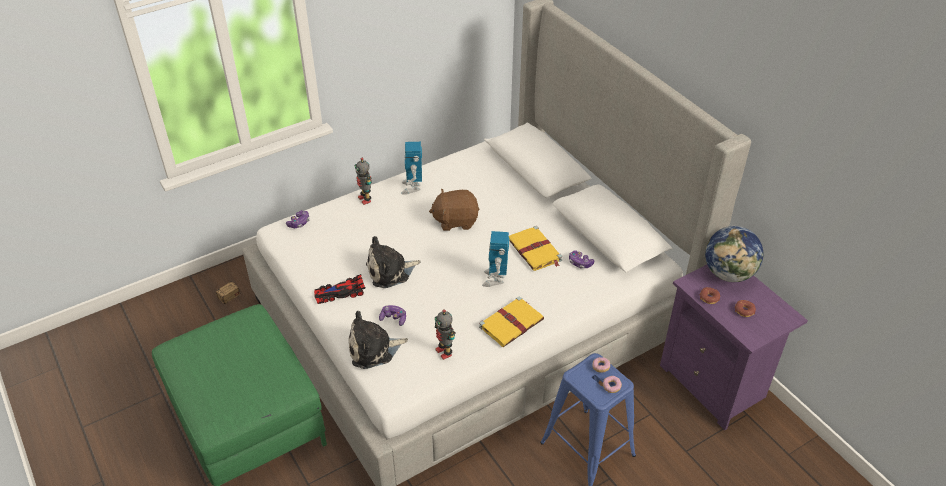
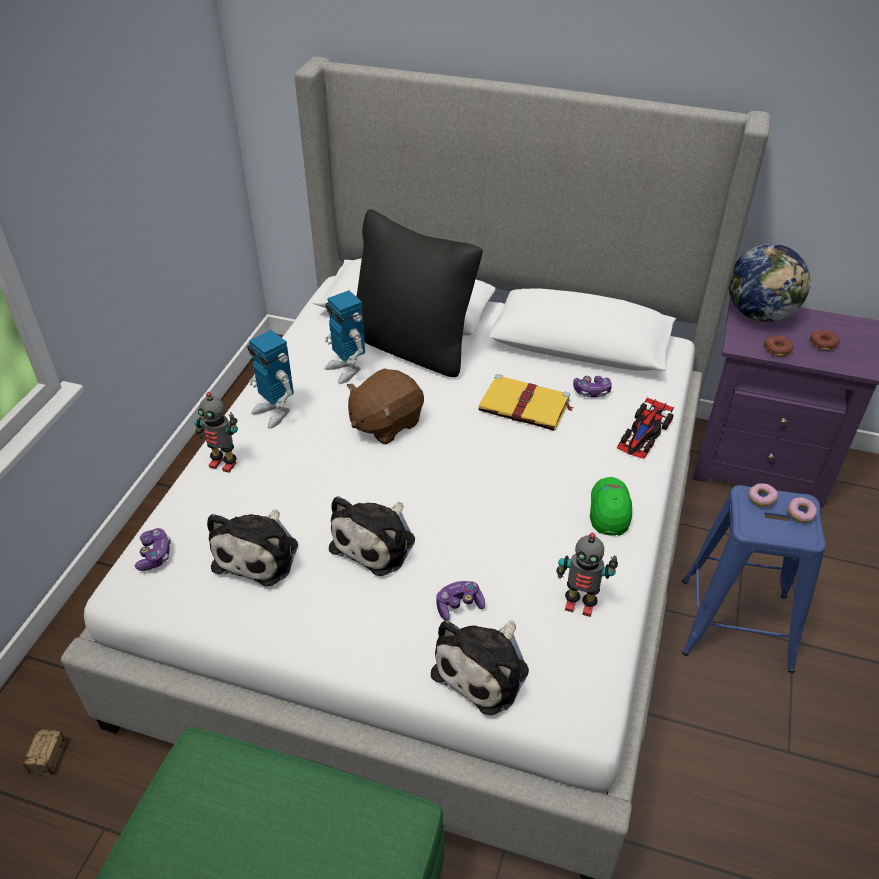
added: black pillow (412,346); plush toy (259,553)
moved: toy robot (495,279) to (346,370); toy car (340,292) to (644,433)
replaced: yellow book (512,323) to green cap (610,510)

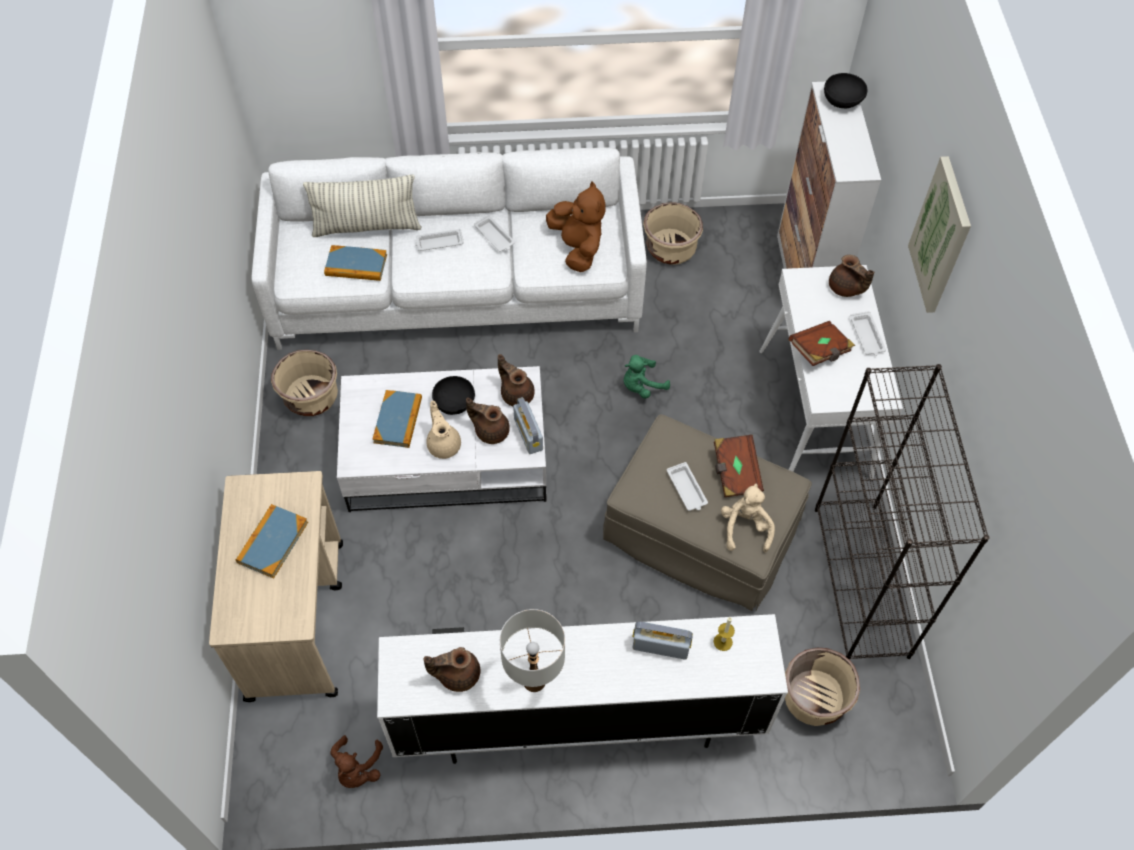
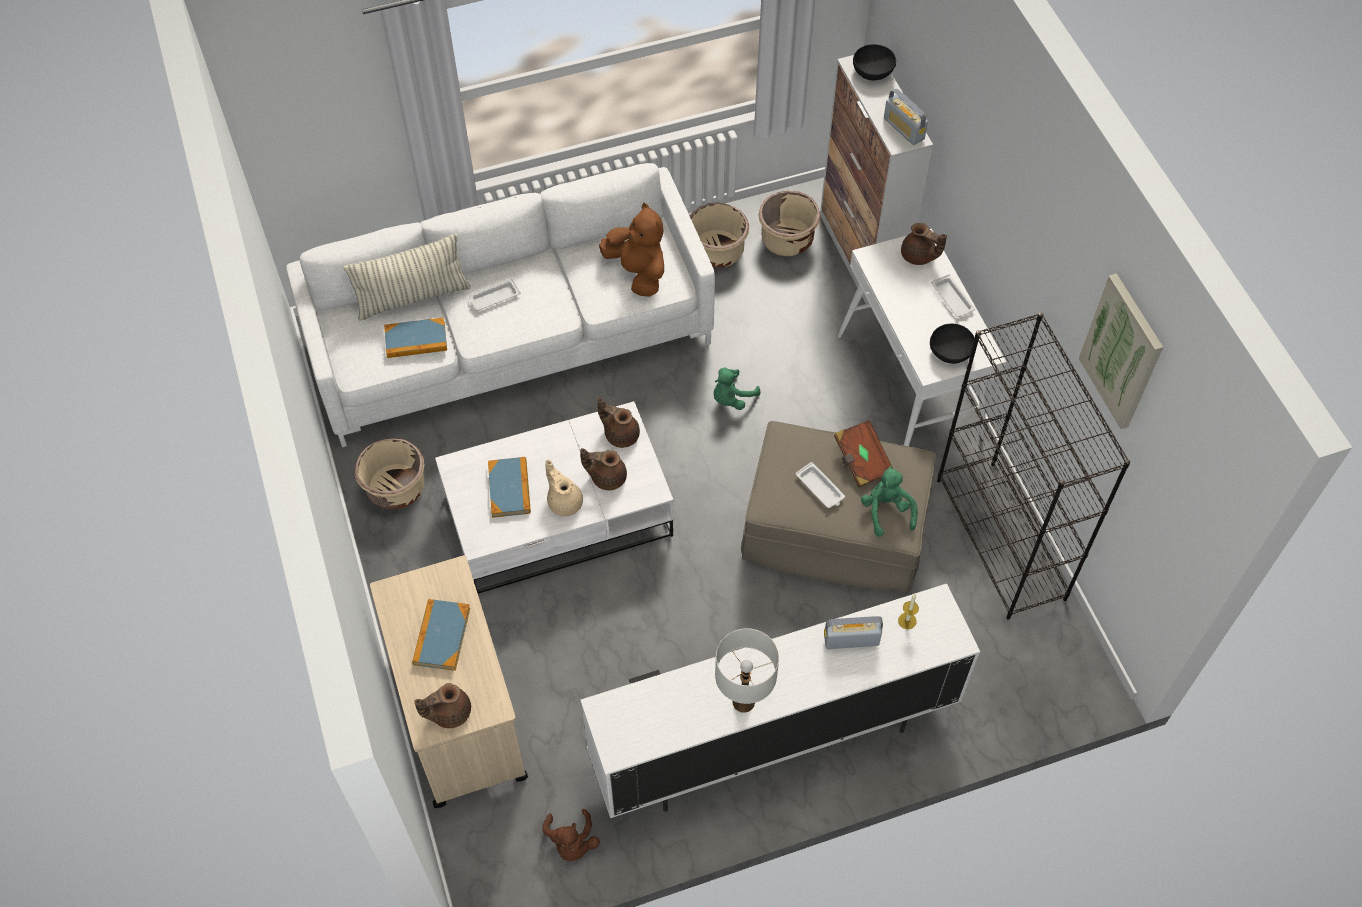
removed: white tray (495,236); brown book (820,351)
moved: picture (941,236) to (1122,351); black bowl (455,403) to (951,352); radio (528,434) to (904,129); brown teapot (457,674) to (448,712); beige planter (814,699) to (787,240)
recoloured: beige plush toy (745,527) to green plush toy (886,511)

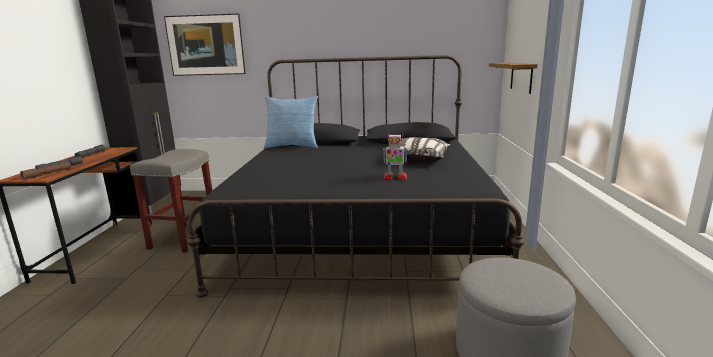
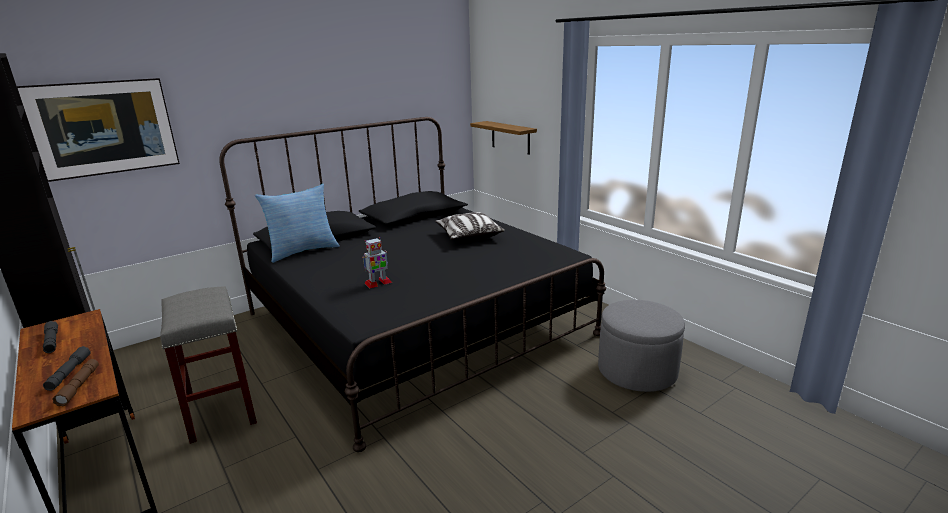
moved: toy robot (395,177) to (378,283)

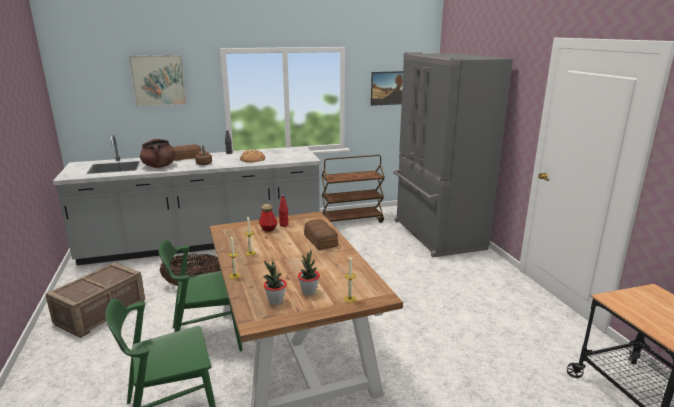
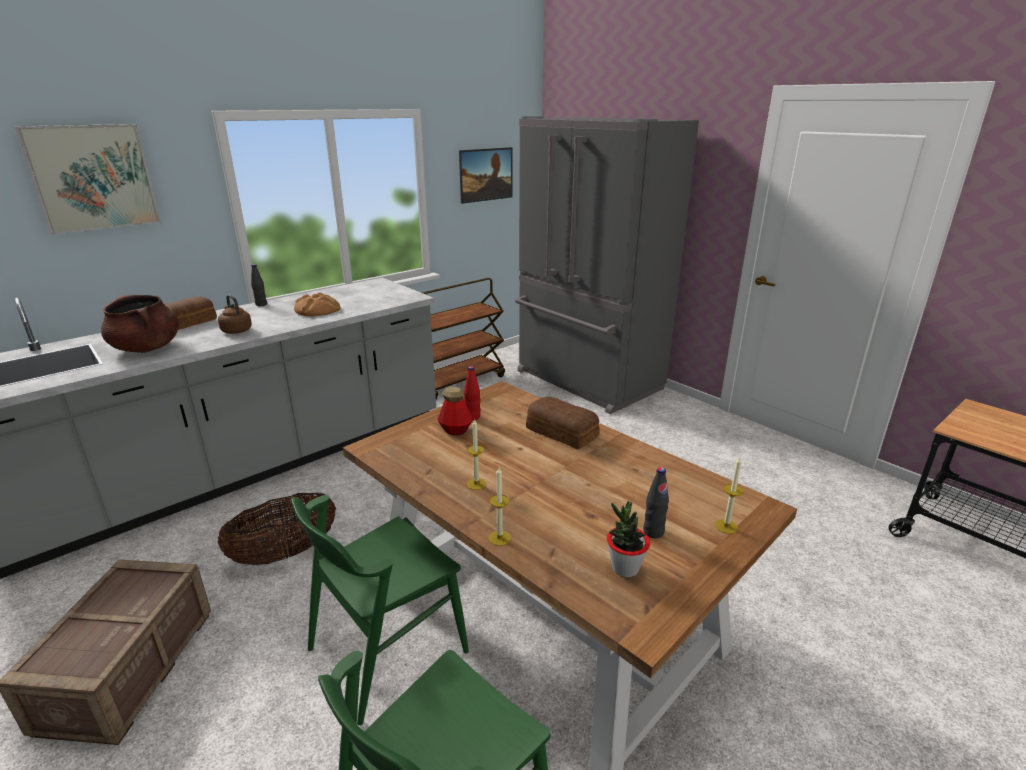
replaced: potted plant (309,291) to black bottle (653,532)

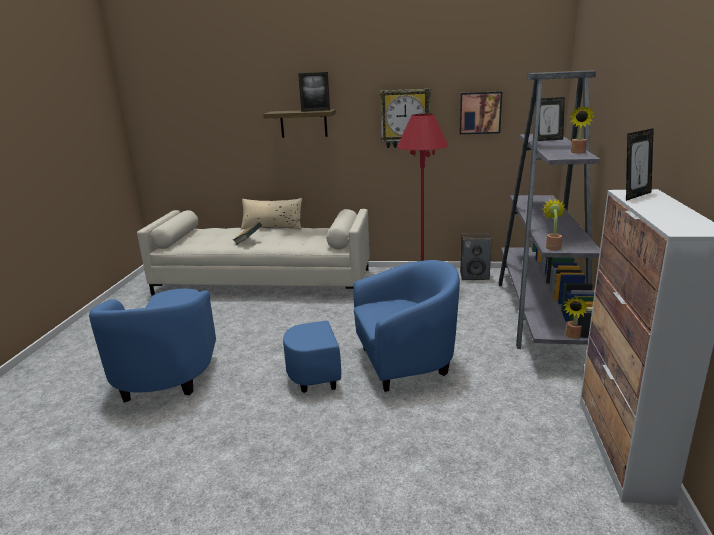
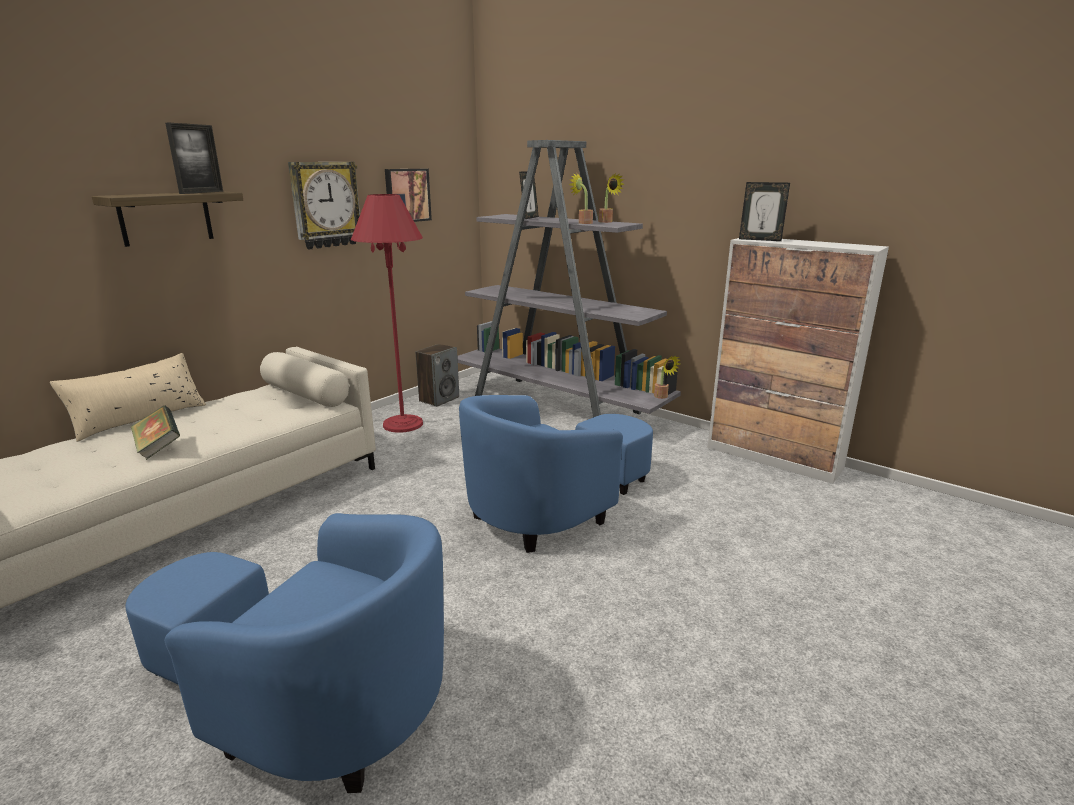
moved: potted plant (552,246) to (582,223)
turned: picture frame (635,195) = (760,239) 120 degrees clockwise; blue armchair (384,367) = (554,507) 150 degrees counterclockwise

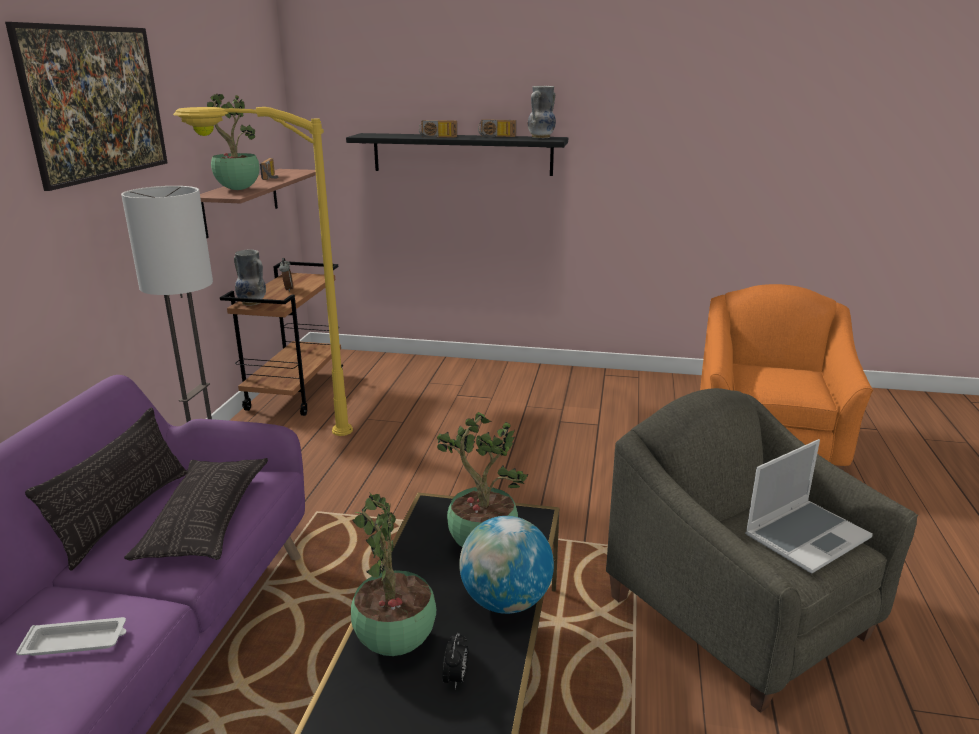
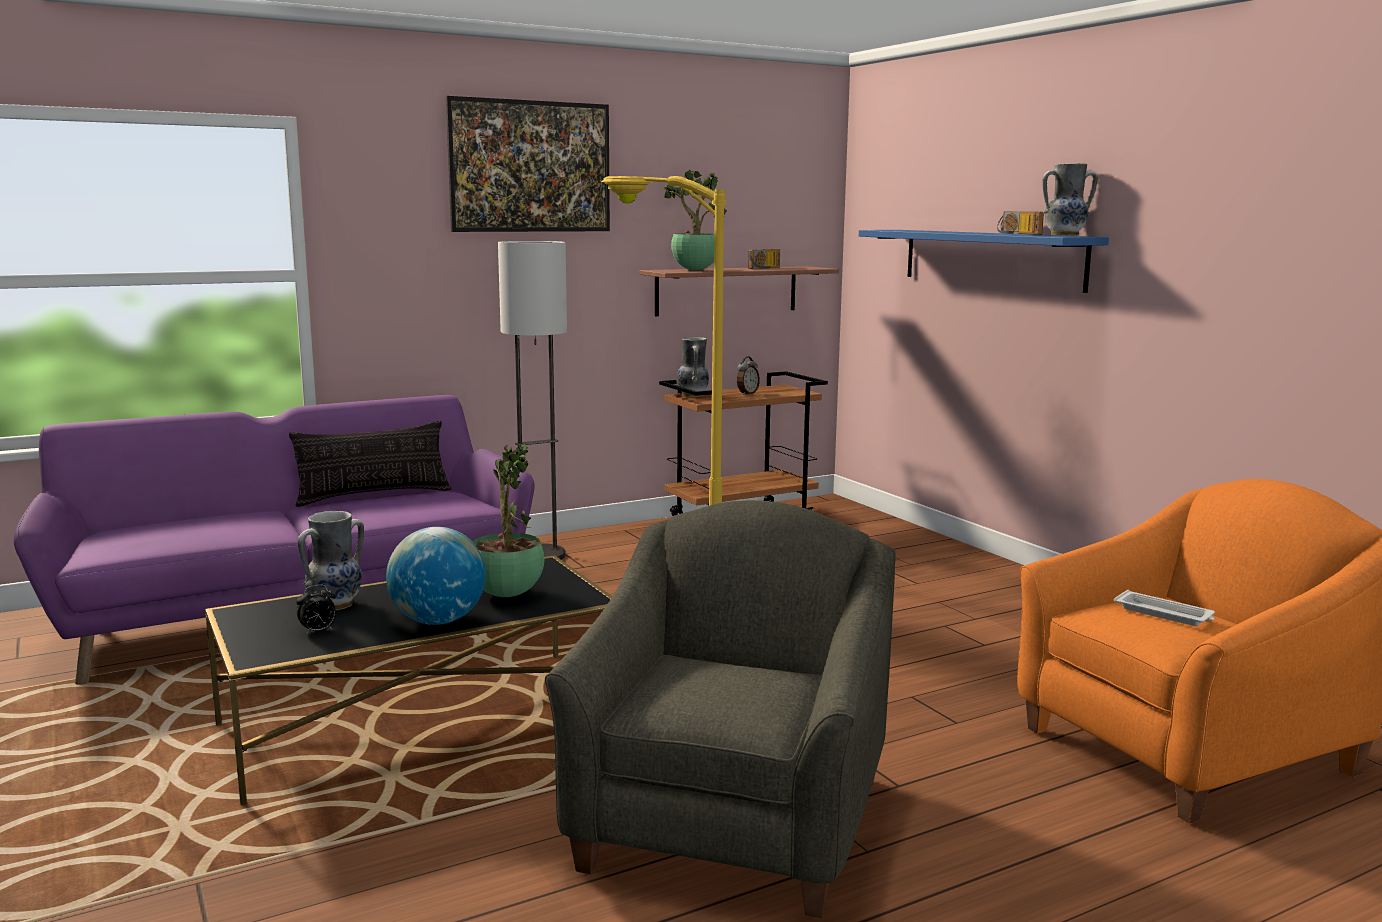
removed: radio (437,137); laptop (806,536); pillow (206,517)
moved: white tray (77,642) to (1164,614)
replaced: potted plant (395,645) to vase (335,605)
recoloured: black shelf (462,154) to blue shelf (991,258)

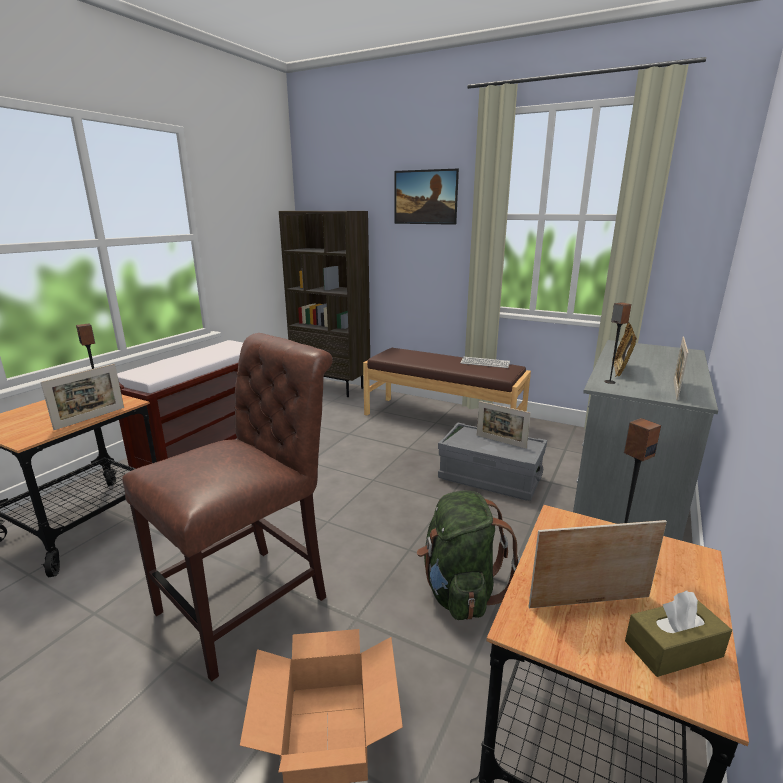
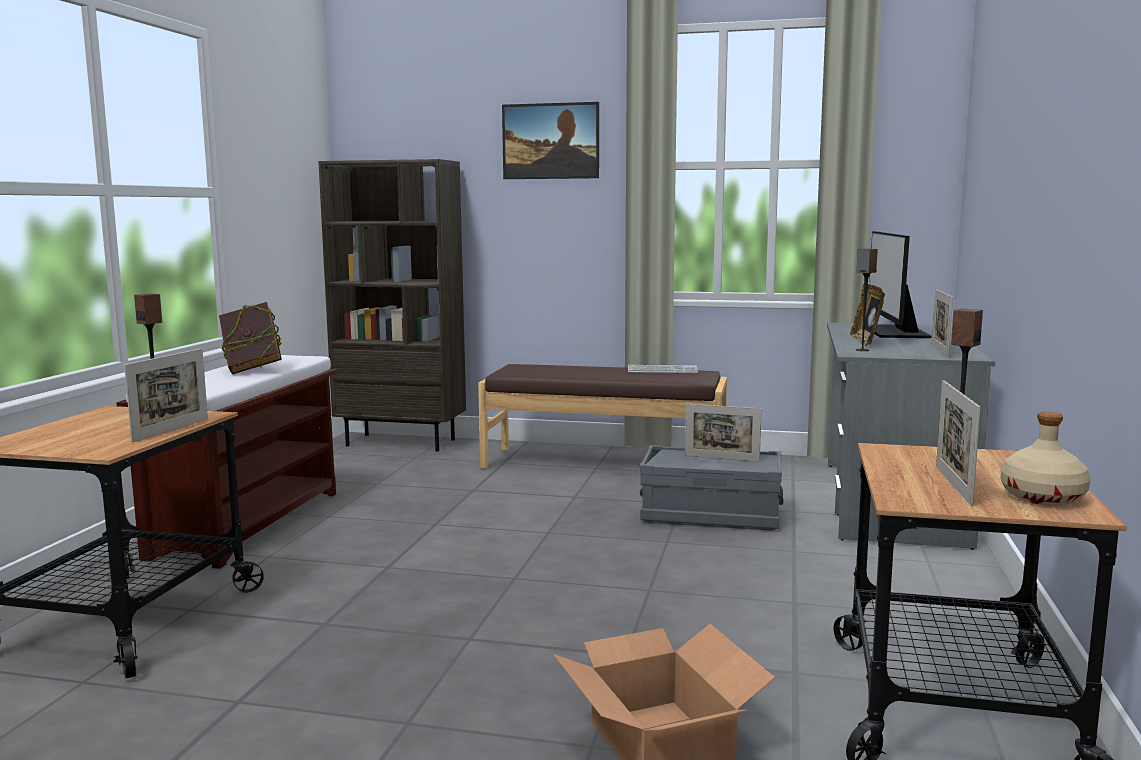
removed: brown chair (251,600); green backpack (460,591)
added: monitor (894,332); book (252,370)
replaced: brown tissue box (673,649) to beige bottle (1043,497)
turned: picture frame (589,602) = (953,485) 60 degrees counterclockwise

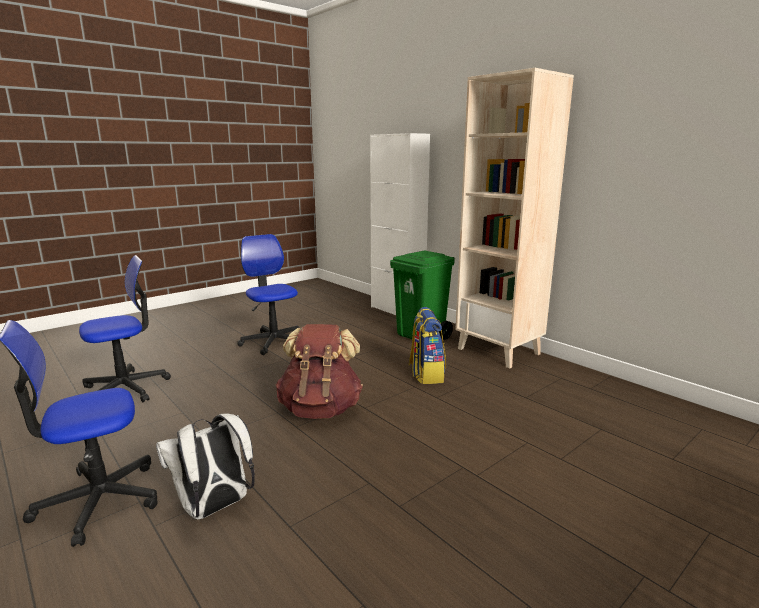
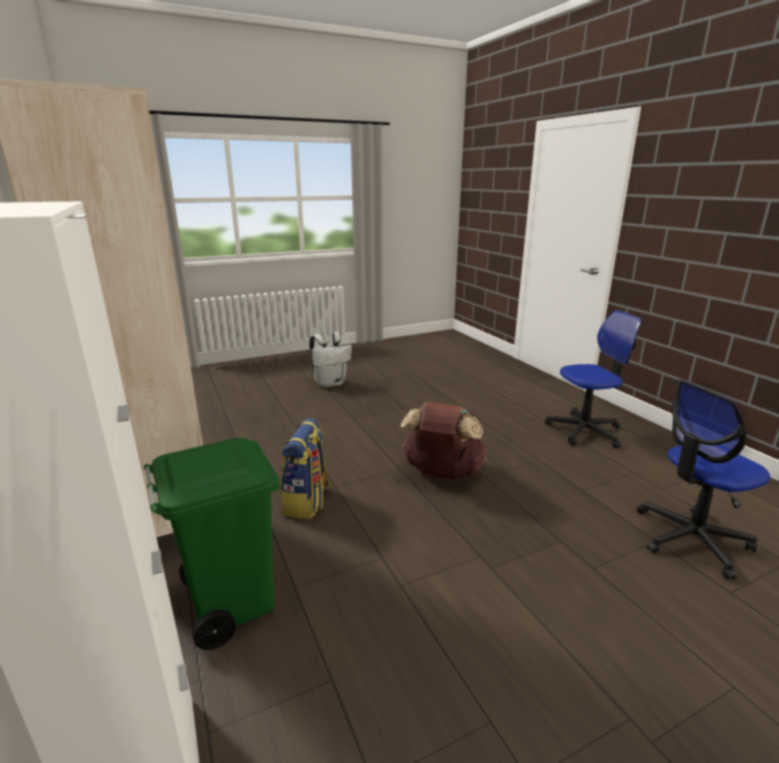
removed: office chair (273,342)
moved: white backpack (215,508) to (330,383)

